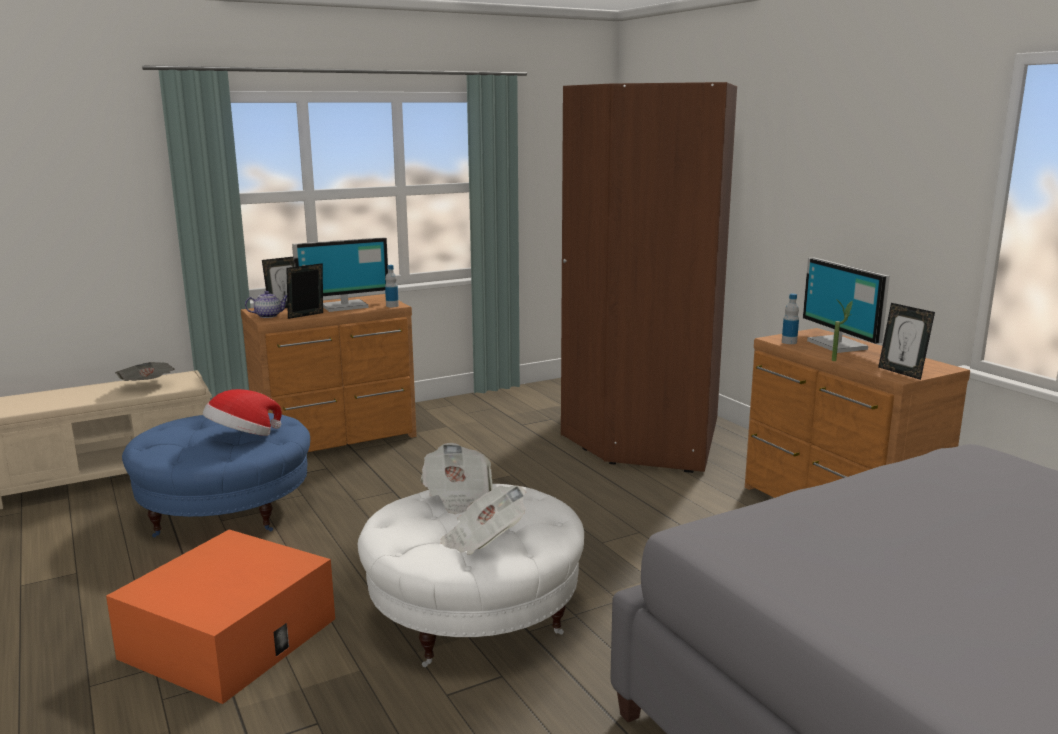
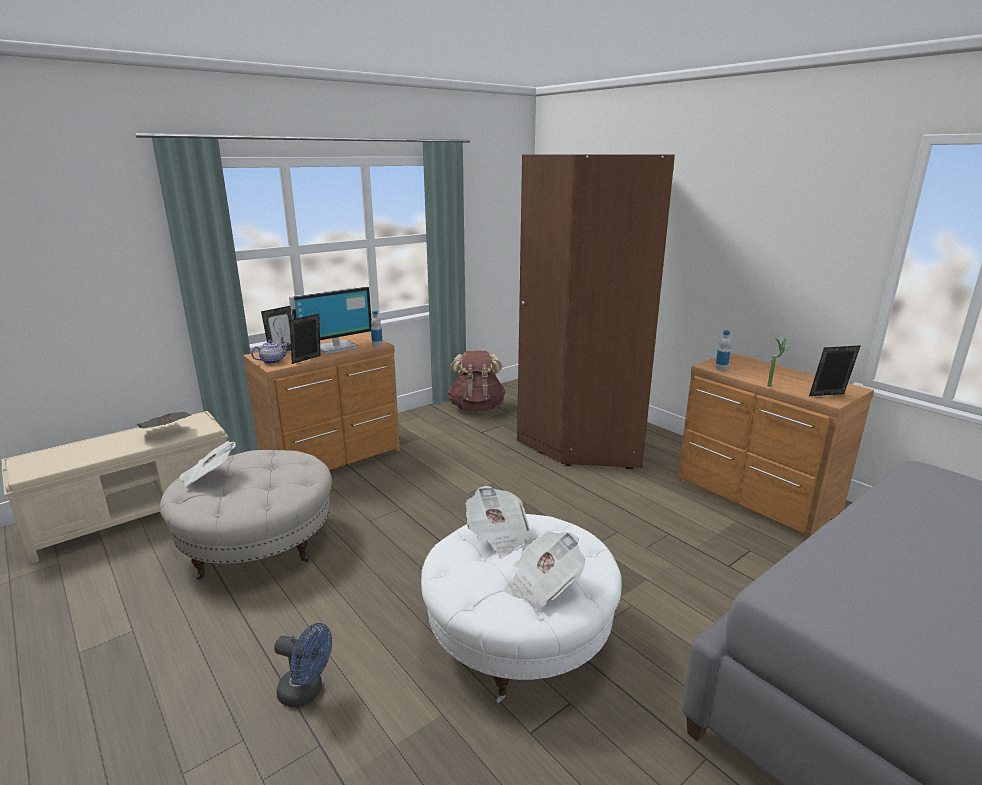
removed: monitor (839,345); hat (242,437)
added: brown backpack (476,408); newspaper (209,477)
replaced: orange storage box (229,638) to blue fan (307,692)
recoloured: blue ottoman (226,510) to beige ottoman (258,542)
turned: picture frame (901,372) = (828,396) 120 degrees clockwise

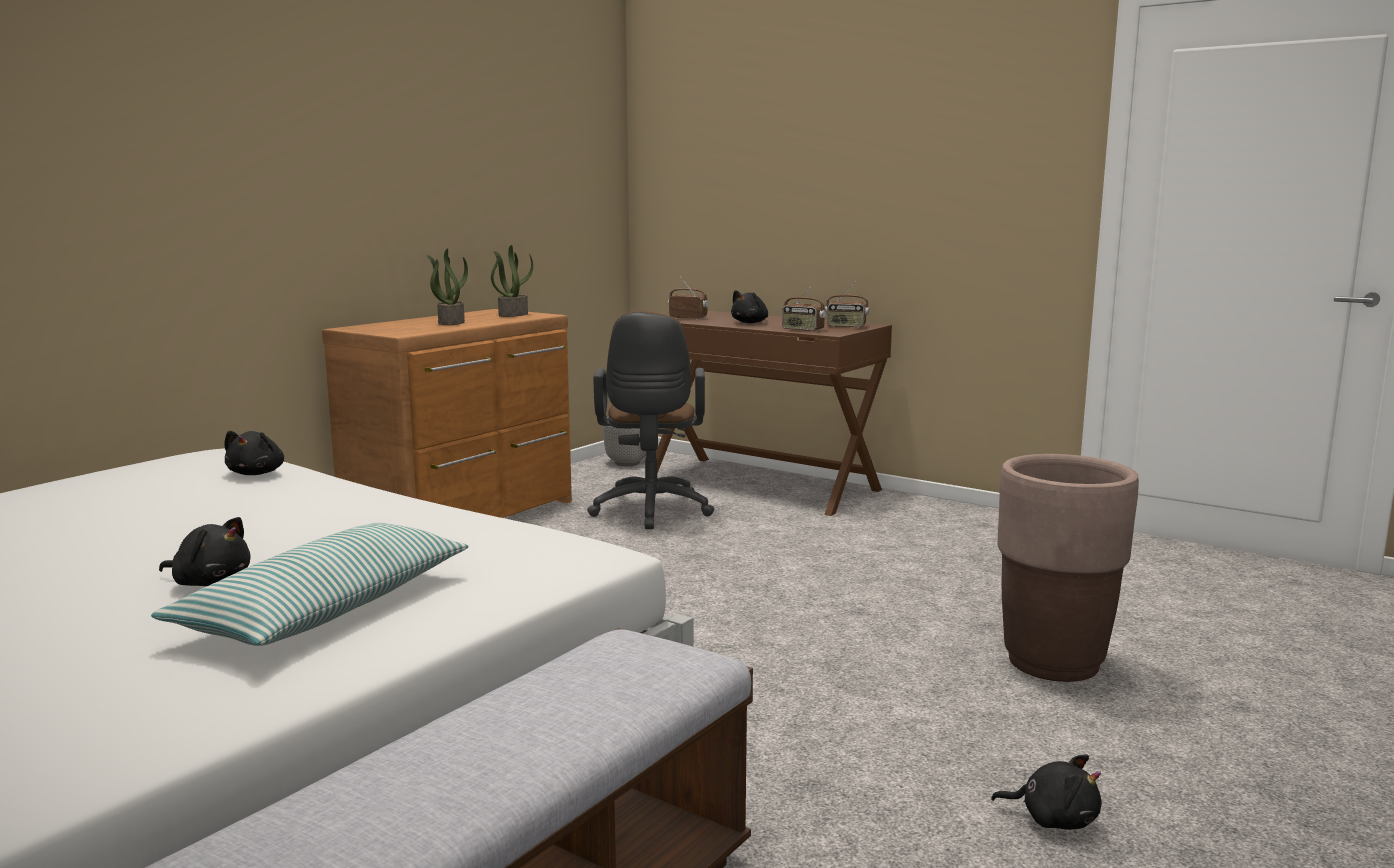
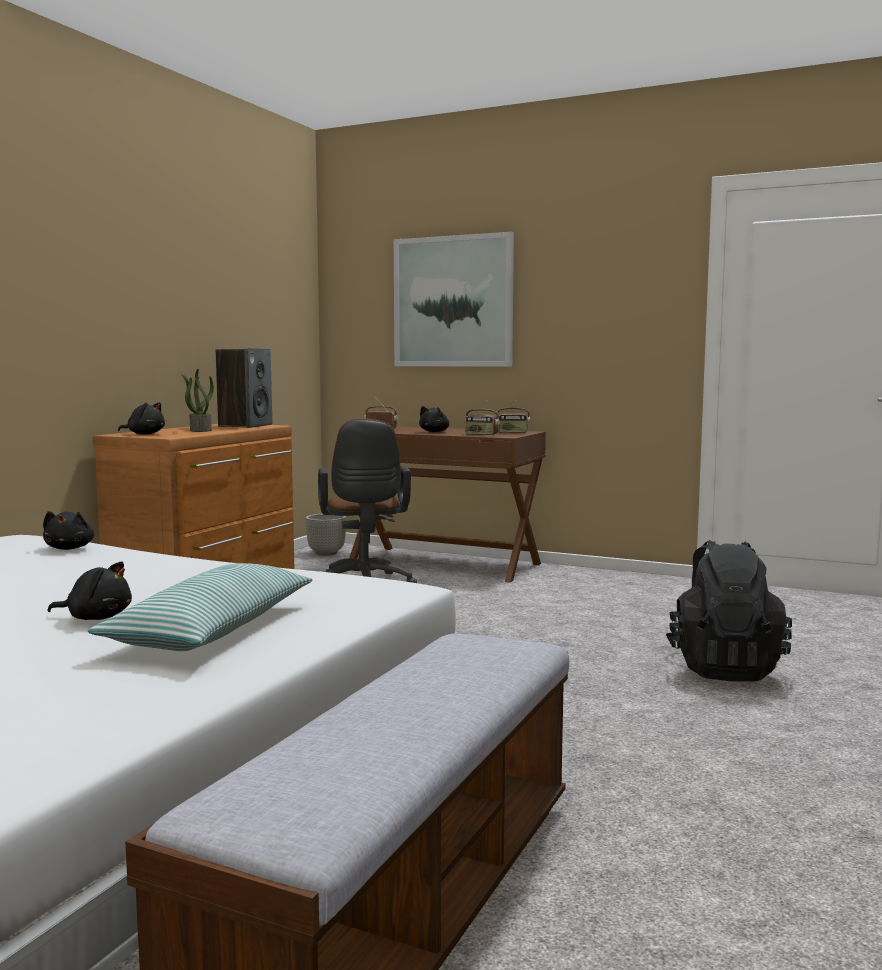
added: picture (453,302)
moved: black plush toy (1053,819) to (144,434)
replaced: potted plant (513,314) to speaker (245,426); brown planter (1053,663) to black backpack (724,668)

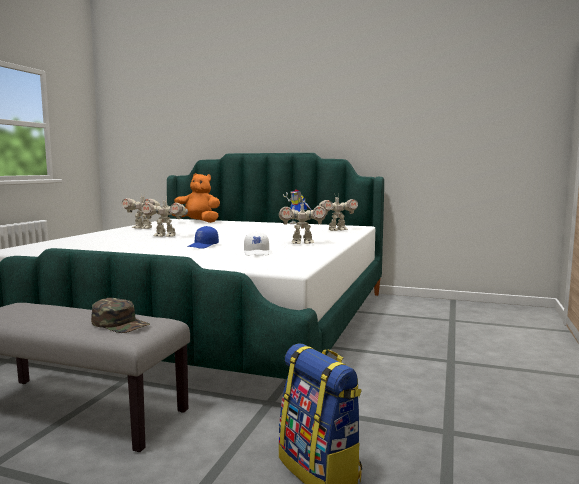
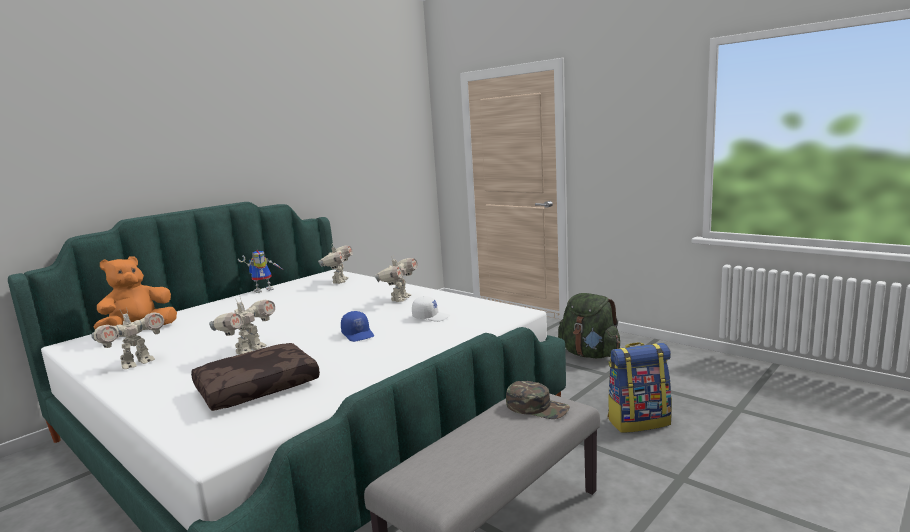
added: green backpack (589,354); brown pillow (258,386)
turned: green cap (120,324) = (537,407) 60 degrees clockwise

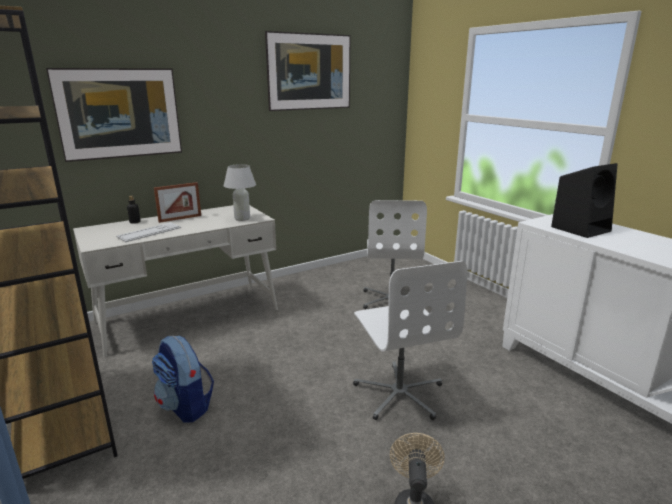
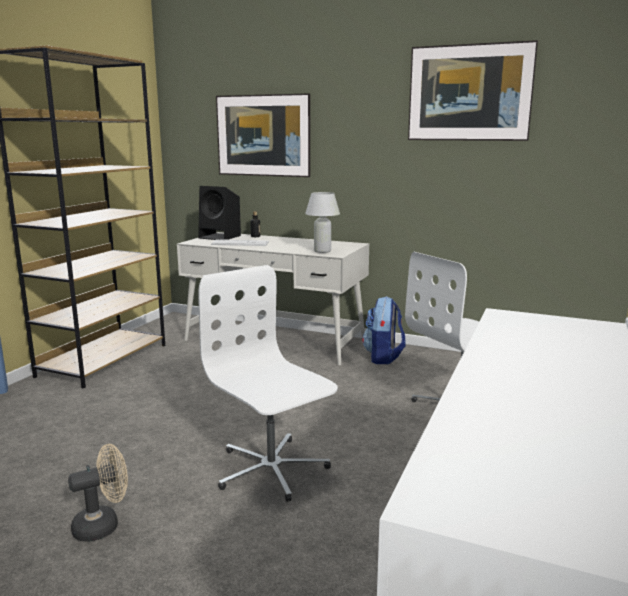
removed: picture frame (180,218)
moved: black speaker (581,229) to (221,237); backpack (186,406) to (383,357)
turned: white office chair (399,393) = (271,469) 105 degrees clockwise

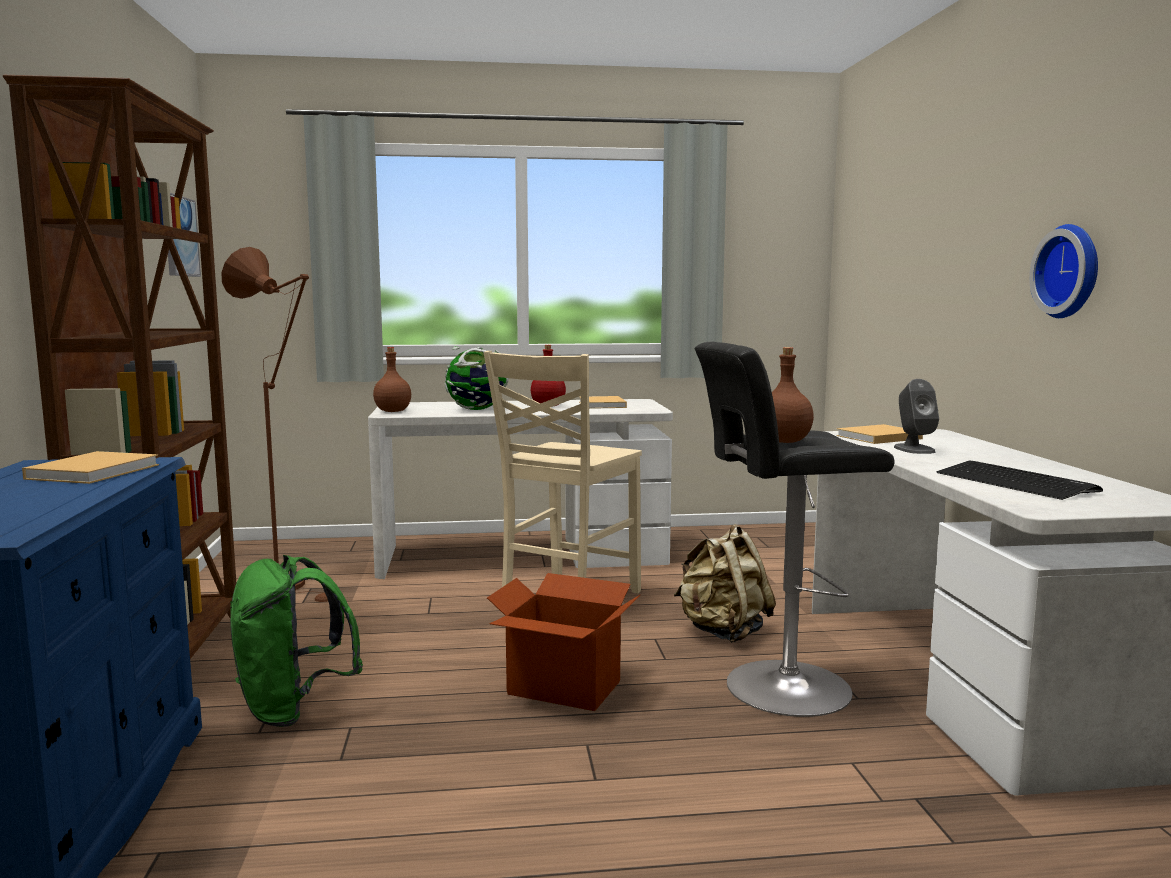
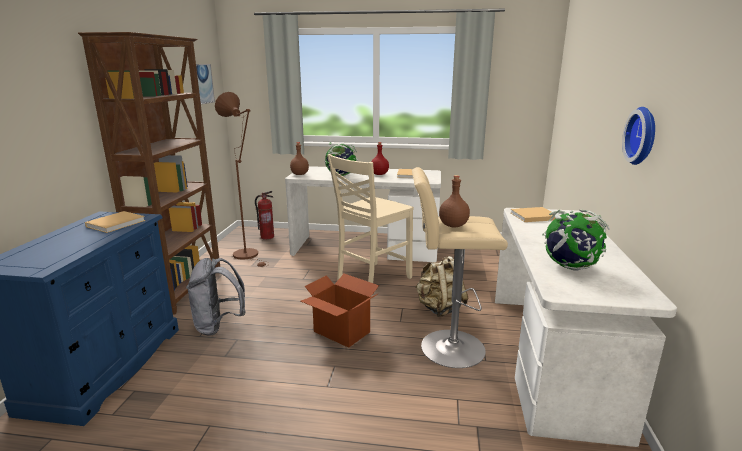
removed: grey speaker (914,449)
added: fire extinguisher (267,237)
replaced: keyboard (1014,483) to globe (570,267)
recoloured: black stool (779,688) to beige stool (447,348); green backpack (293,709) to grey backpack (218,326)

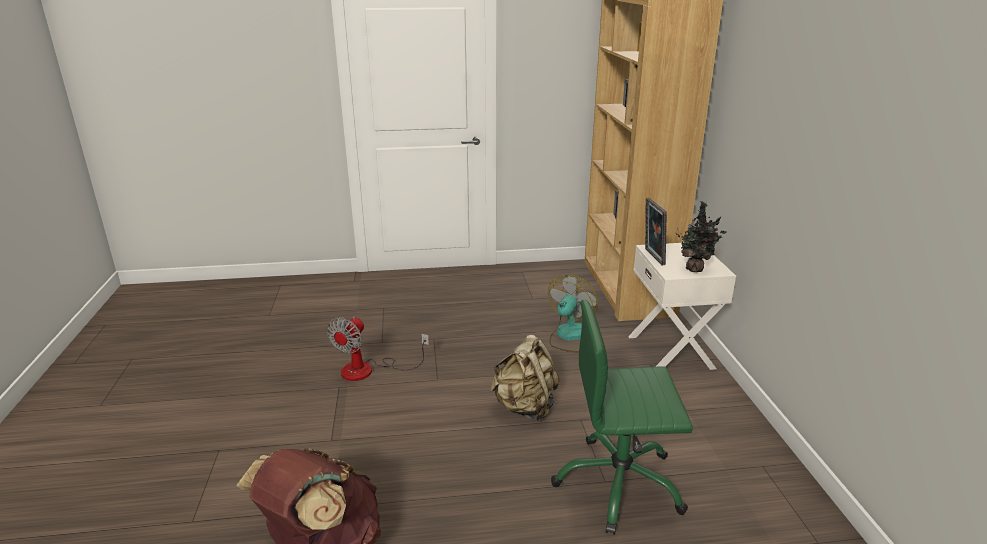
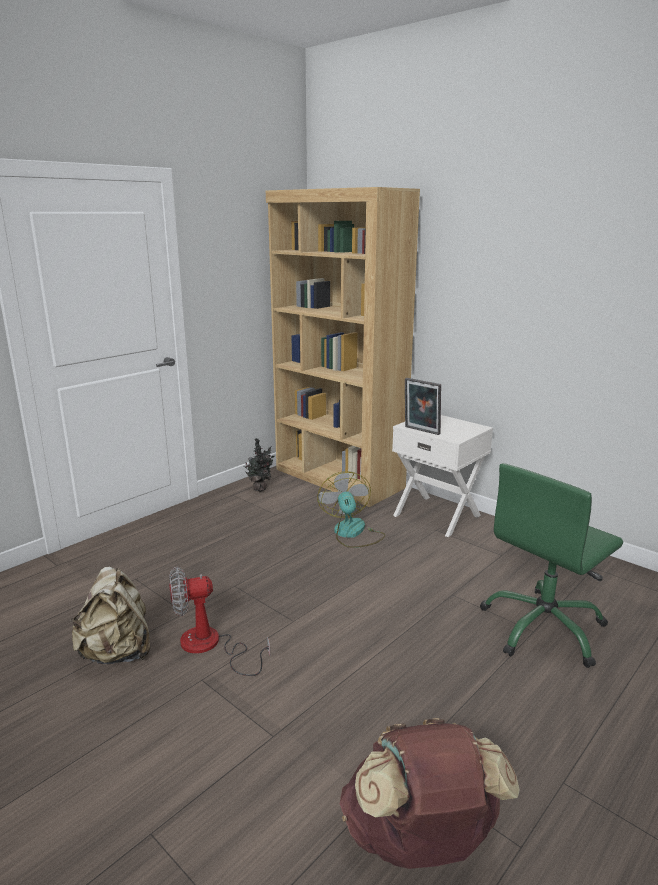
moved: potted plant (695,269) to (260,488); beige backpack (525,407) to (117,653)
turned: fan (368,370) = (210,646) 90 degrees clockwise

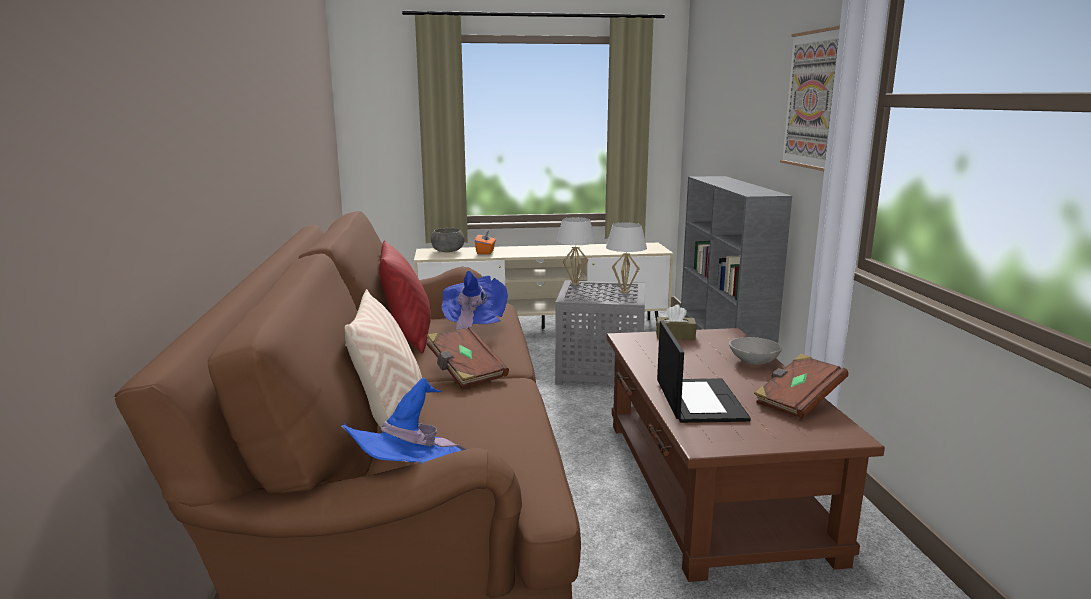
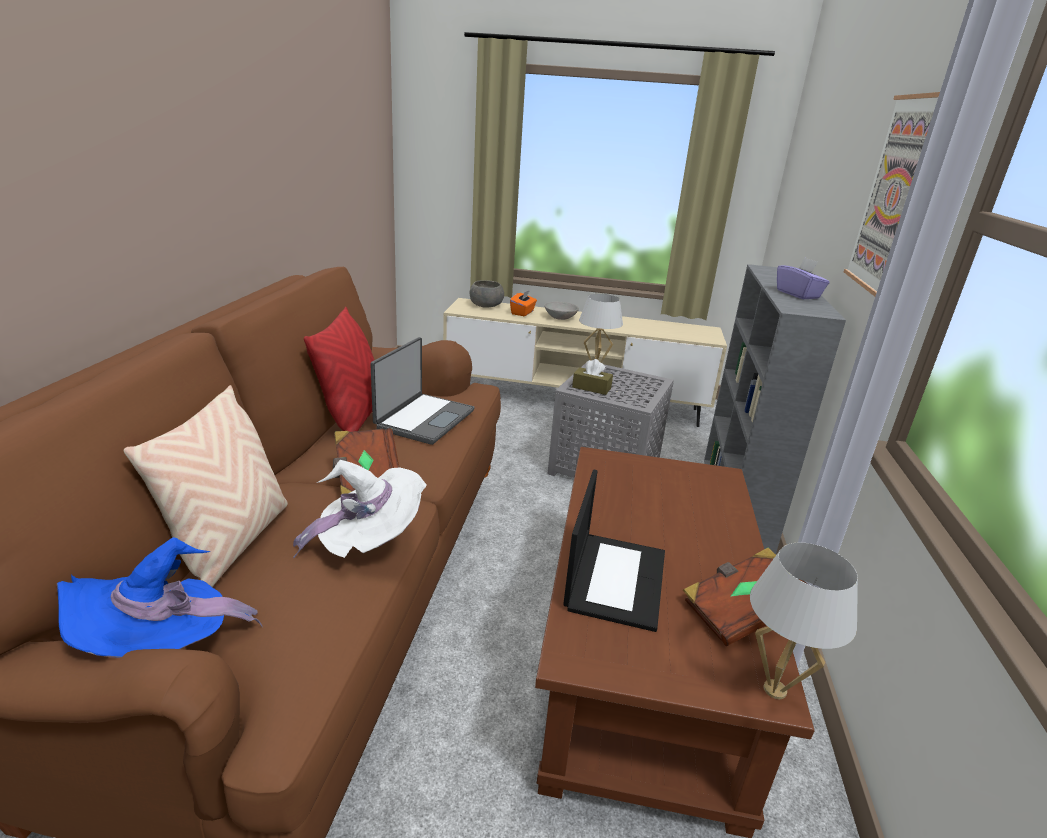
added: purple tissue box (798,294); white hat (369,542)
moved: white table lamp (624,291) to (775,689); brown tissue box (675,336) to (591,388); grey bowl (753,361) to (560,318)
replaced: blue hat (473,329) to laptop (423,419)

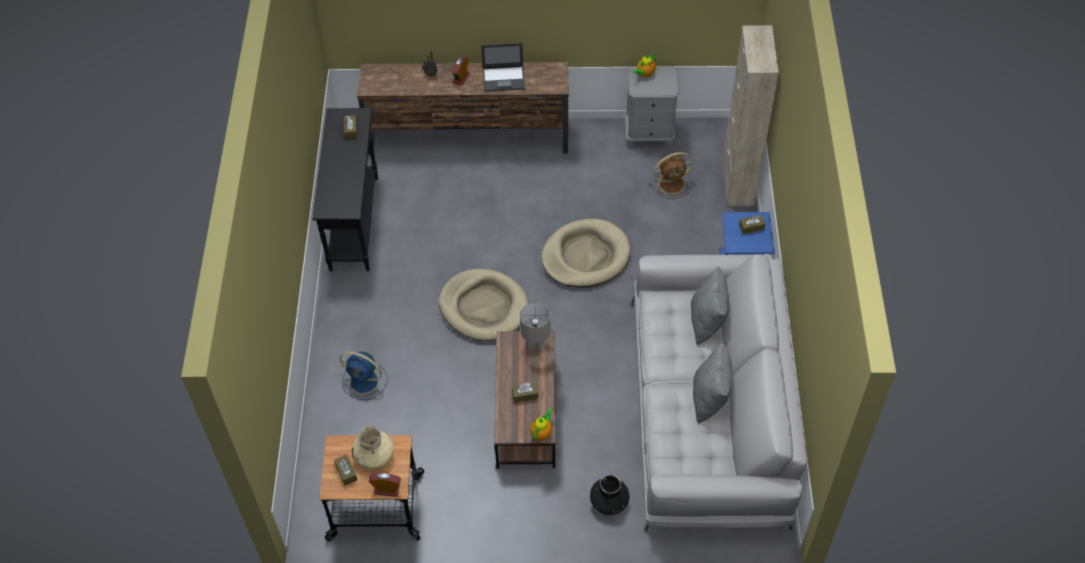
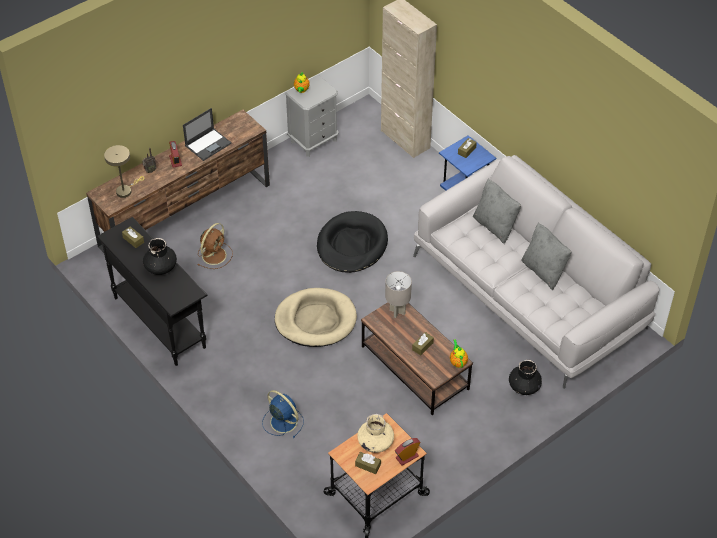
added: beige table lamp (126,190); black vase (161,267)
moved: brown fan (672,183) to (215,255)
recoloured: beige dog bed (585,256) to black dog bed (352,245)
turned: blue fan (365,381) = (282,421) 120 degrees counterclockwise

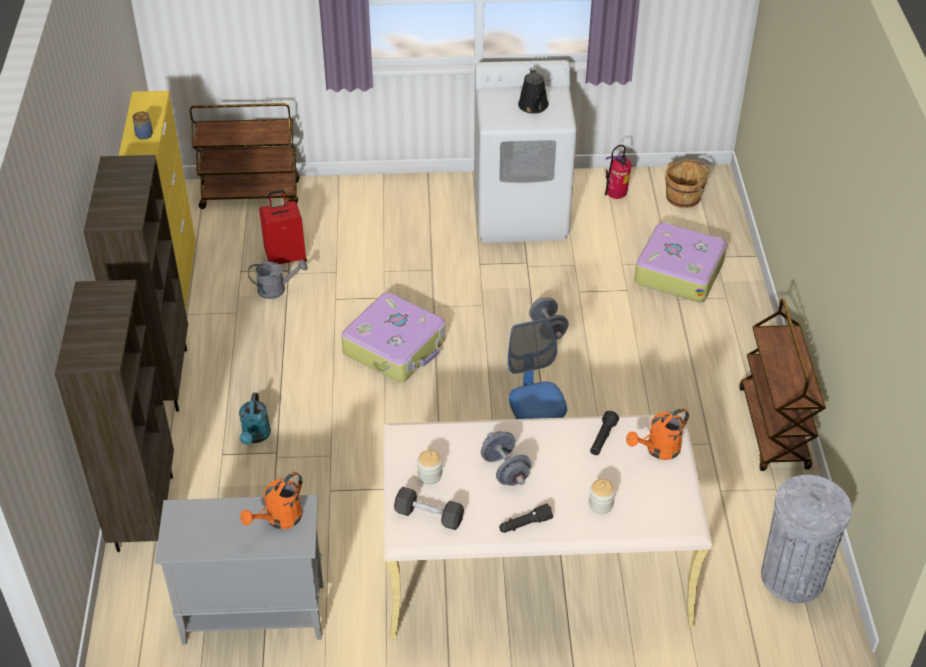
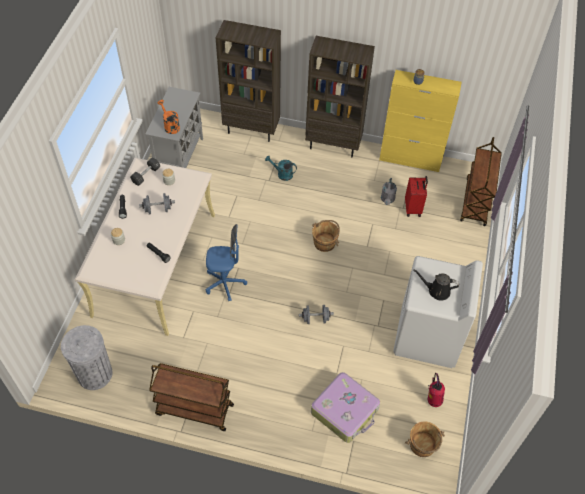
removed: orange watering can (658,450)
replaced: suitcase (395,347) to brown bucket (325,242)

